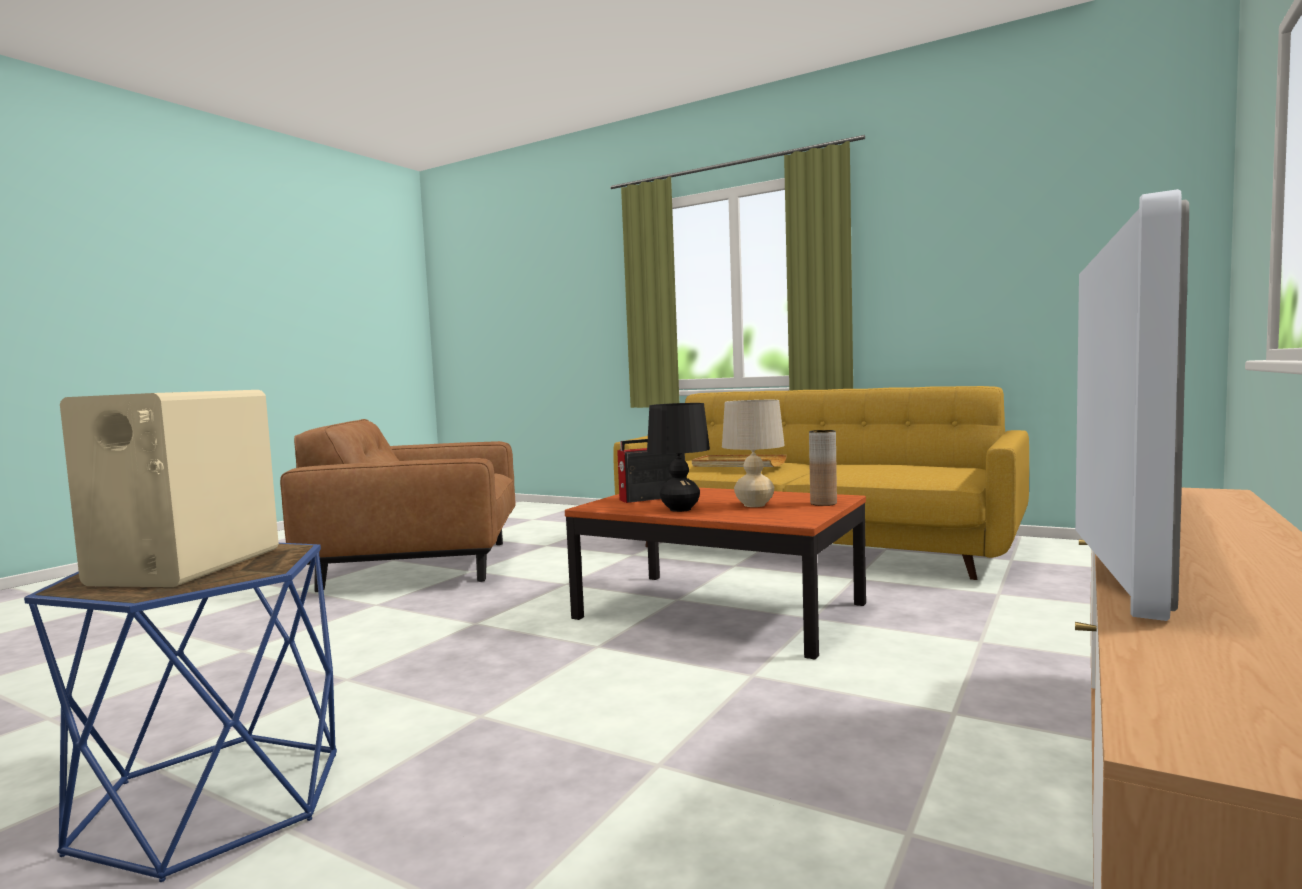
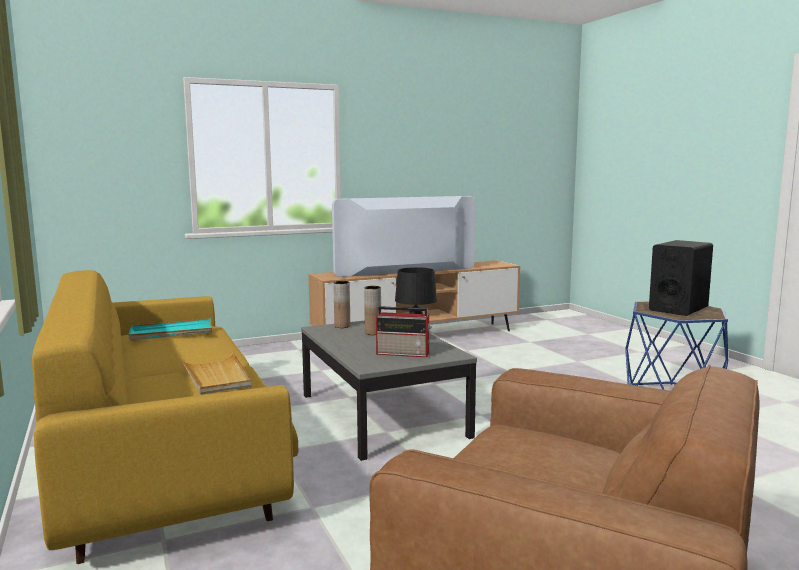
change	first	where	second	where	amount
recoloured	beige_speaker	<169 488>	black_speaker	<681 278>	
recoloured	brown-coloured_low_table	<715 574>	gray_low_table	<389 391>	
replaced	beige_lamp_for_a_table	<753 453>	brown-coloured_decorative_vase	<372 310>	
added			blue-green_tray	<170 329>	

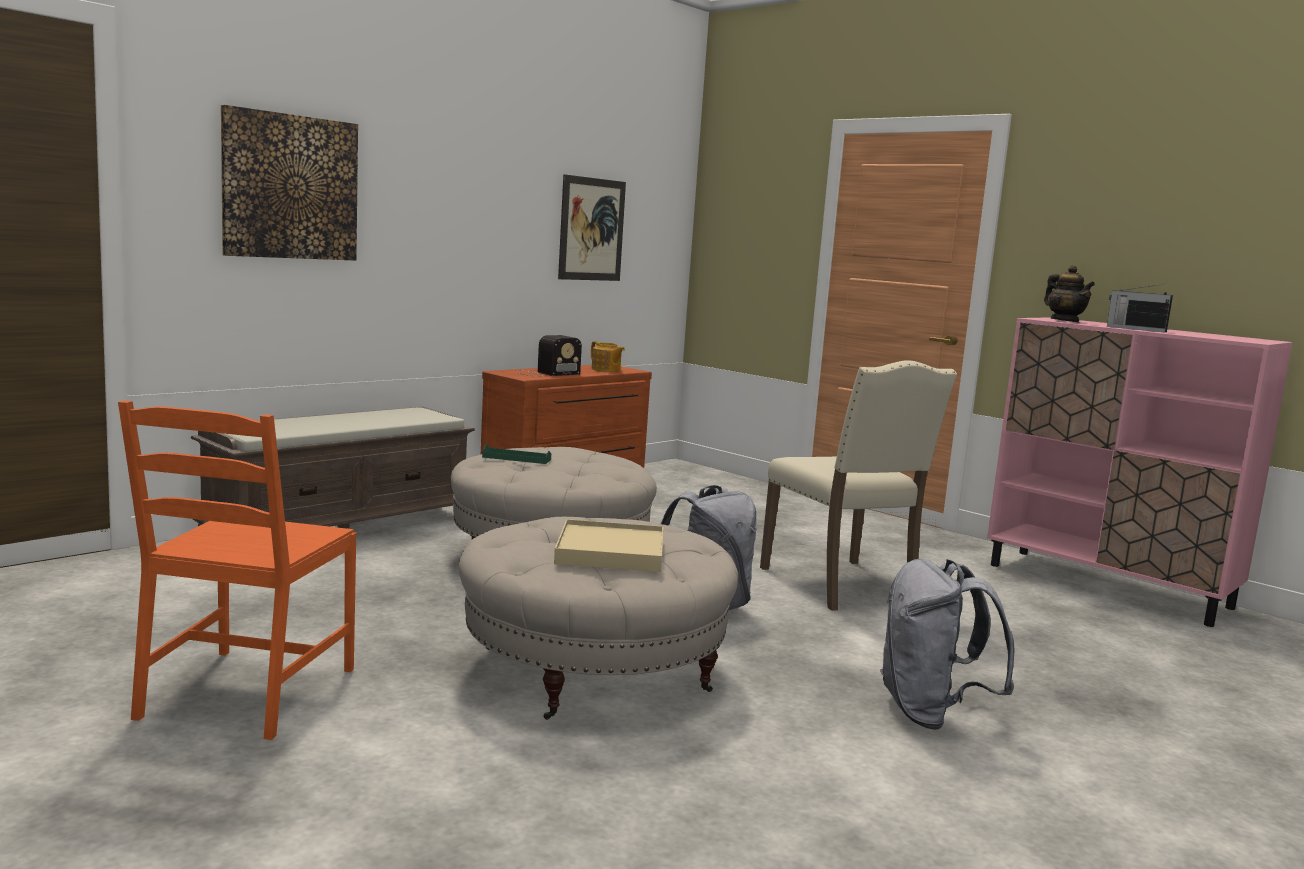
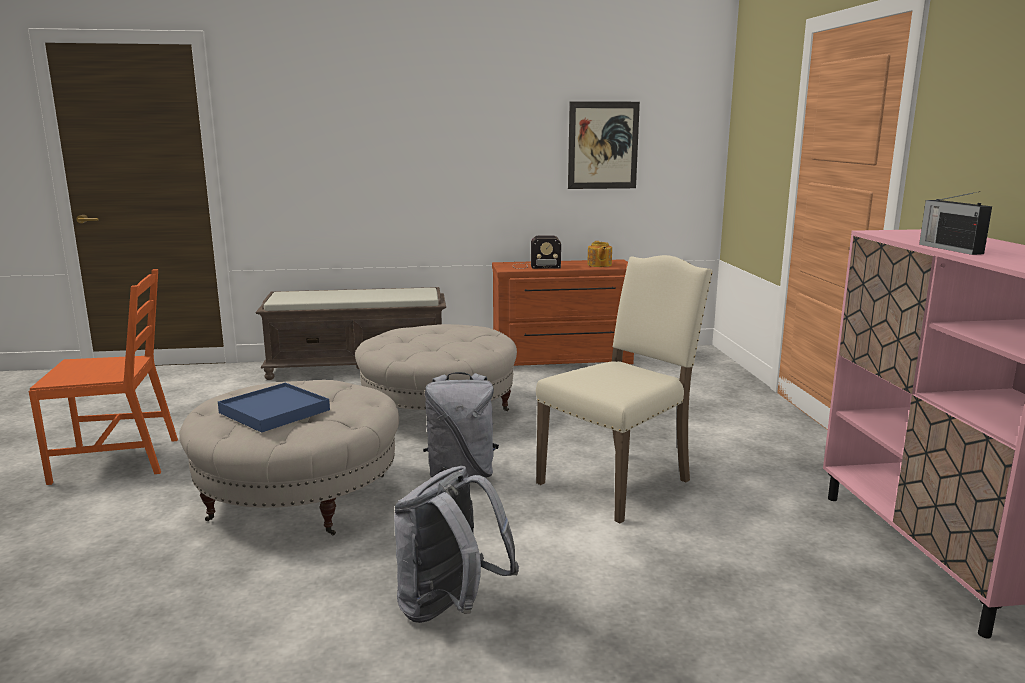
change	first	where	second	where	amount
turned	orangey_upright_chair	<237 570>		<103 377>	150 degrees counterclockwise
removed	wall_art	<289 183>			
removed	green-coloured_tray	<516 454>			
recoloured	beige_tray	<608 545>	blue_tray	<274 408>	
turned	beige_upright_chair	<858 485>		<624 389>	150 degrees counterclockwise
removed	teapot	<1069 294>			

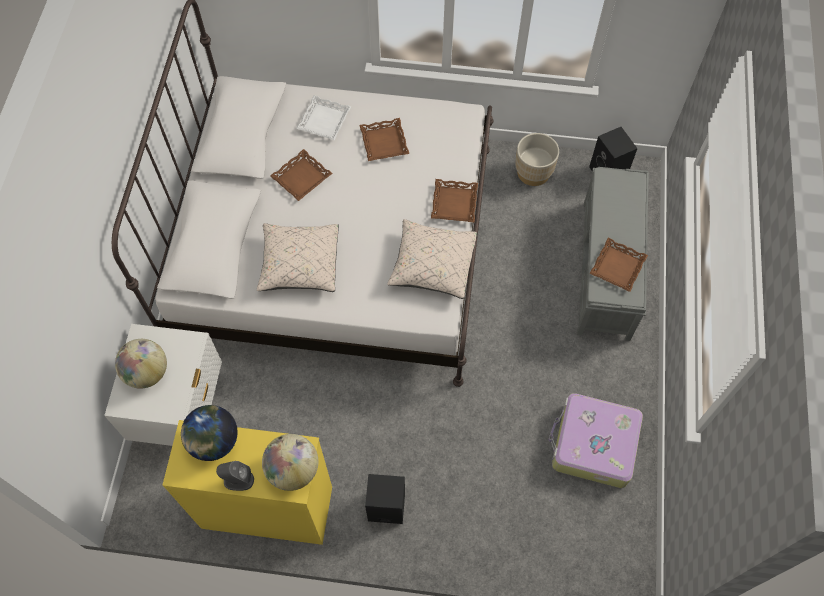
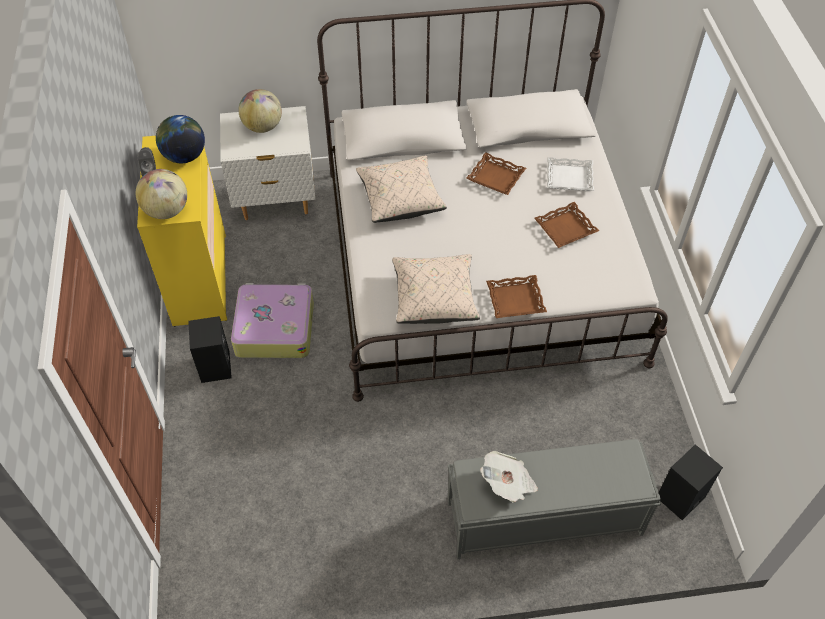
change	first	where	second	where	amount
removed	beige_flower_pot	<537 159>			
moved	suitcase	<595 440>		<272 320>	
replaced	brown-coloured_tray	<618 265>	newspaper	<509 476>	

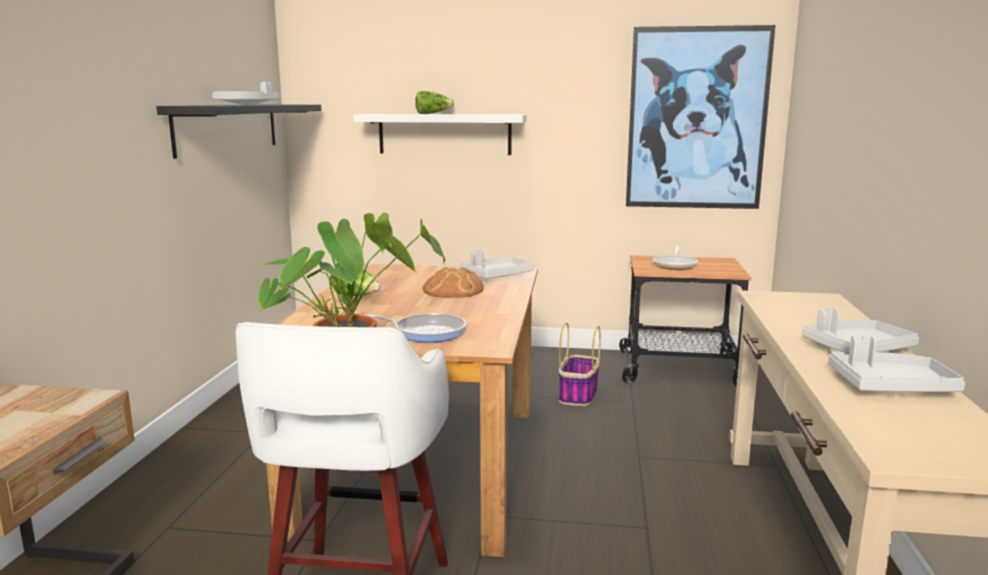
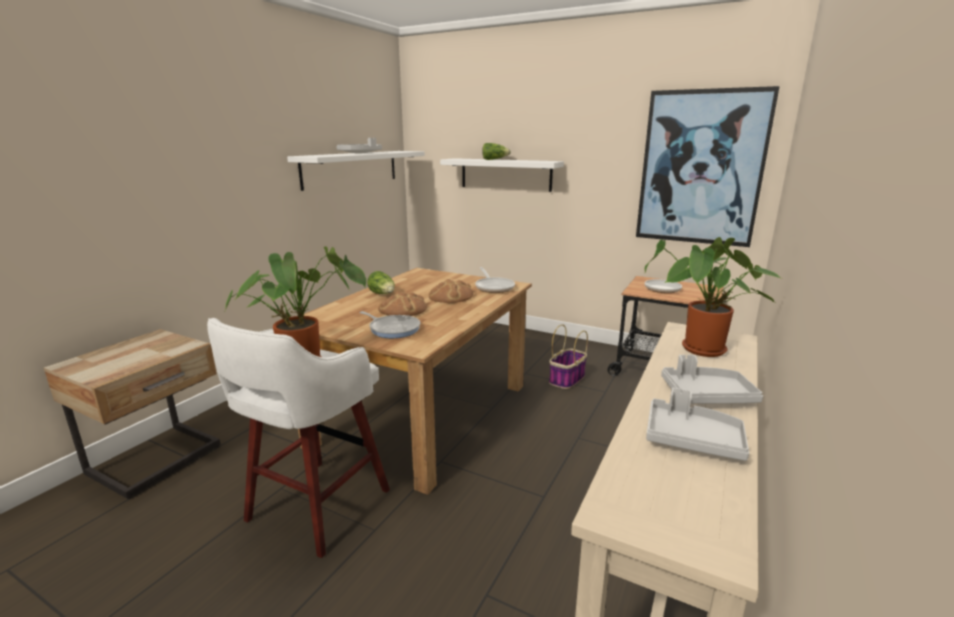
change	first	where	second	where	amount
recoloured	black_wall_shelf	<239 131>	whitish_wall_shelf	<356 171>	
replaced	gray_tray	<497 264>	frying_pan	<495 280>	
added			bread	<402 303>	
added			potted_plant	<713 297>	

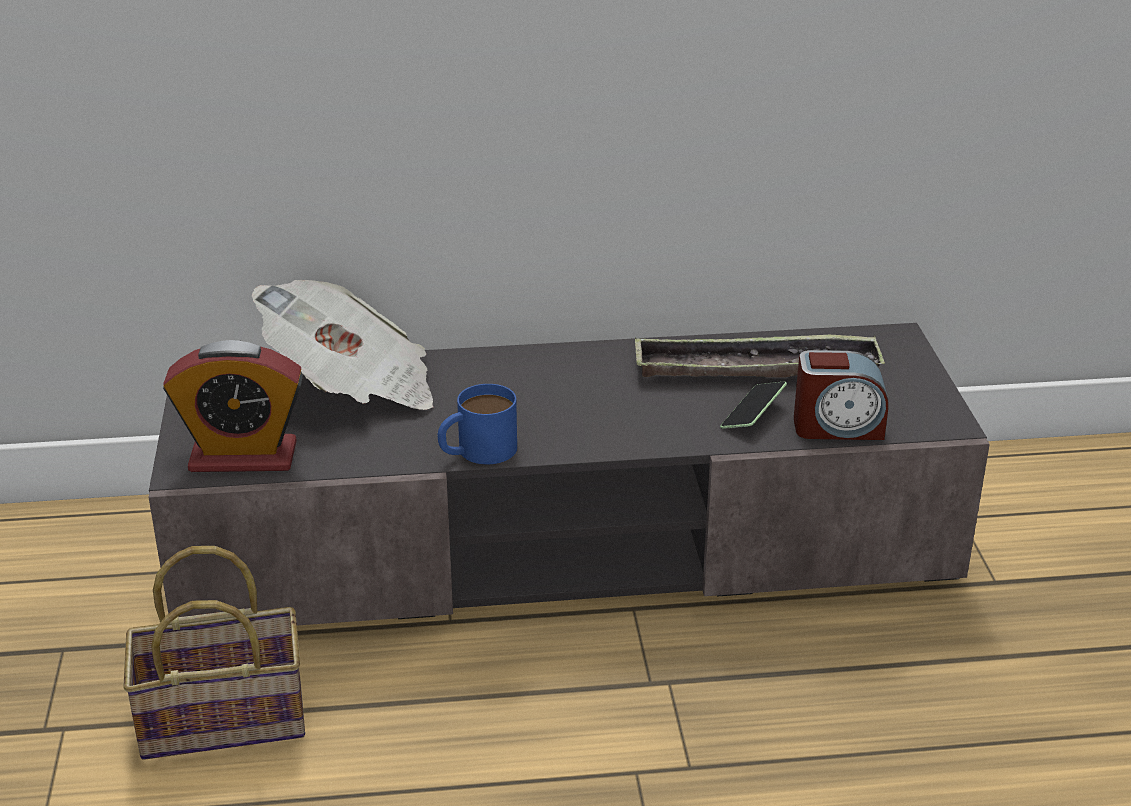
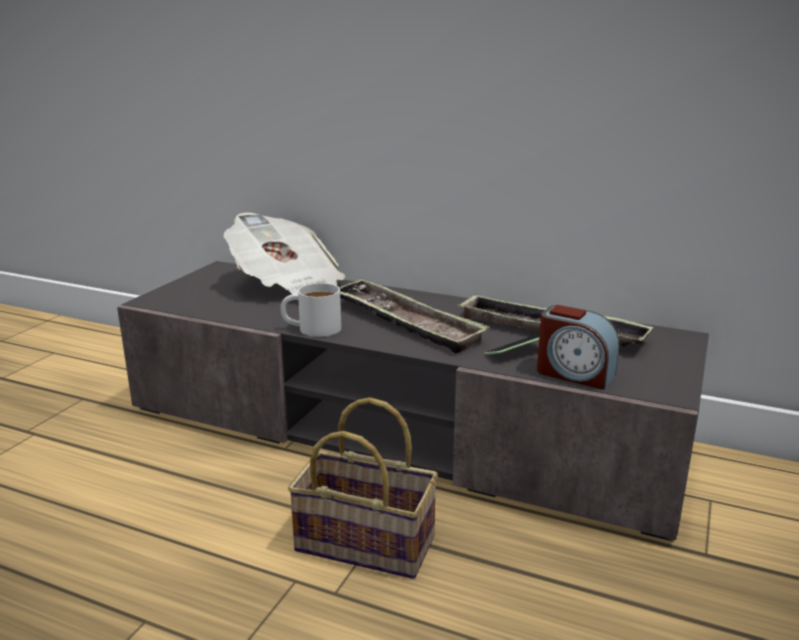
change	first	where	second	where	amount
moved	household_basket	<214 653>		<363 488>	
removed	alarm_clock	<233 406>			
recoloured	blue_coffee_mug	<477 424>	whitish_coffee_mug	<311 310>	
added			tray	<415 316>	

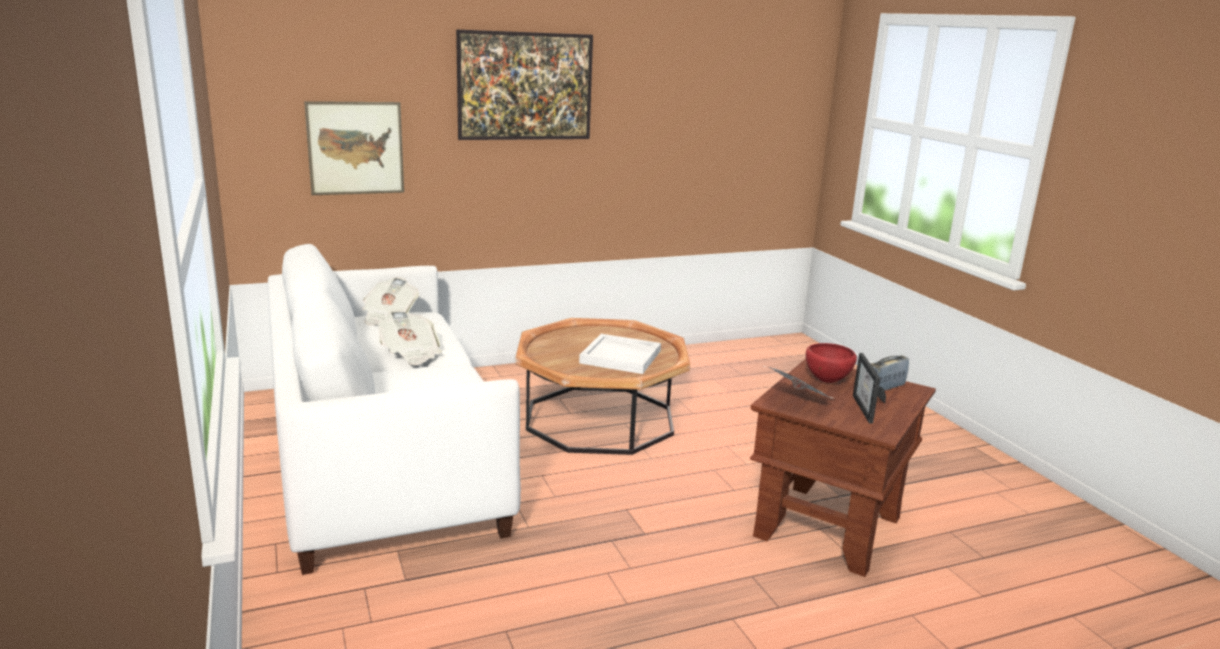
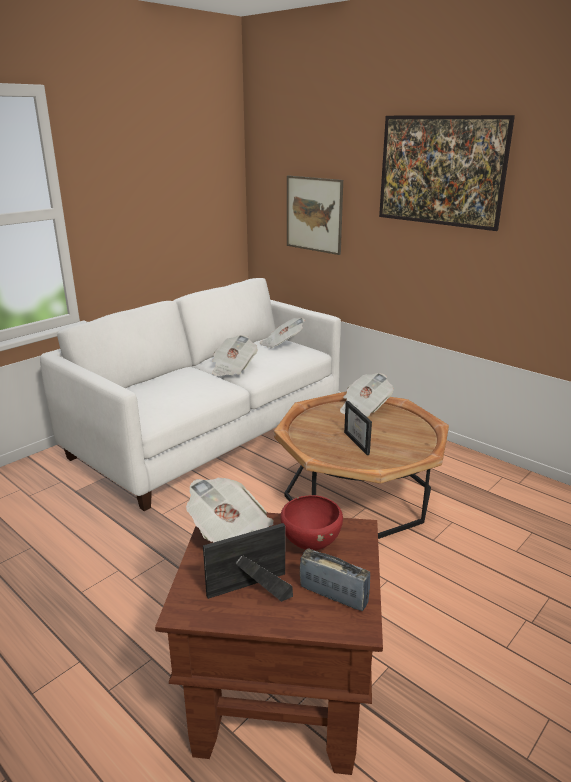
change	first	where	second	where	amount
replaced	whitish_tray	<620 354>	picture_frame	<358 428>	
added			newspaper	<366 395>	

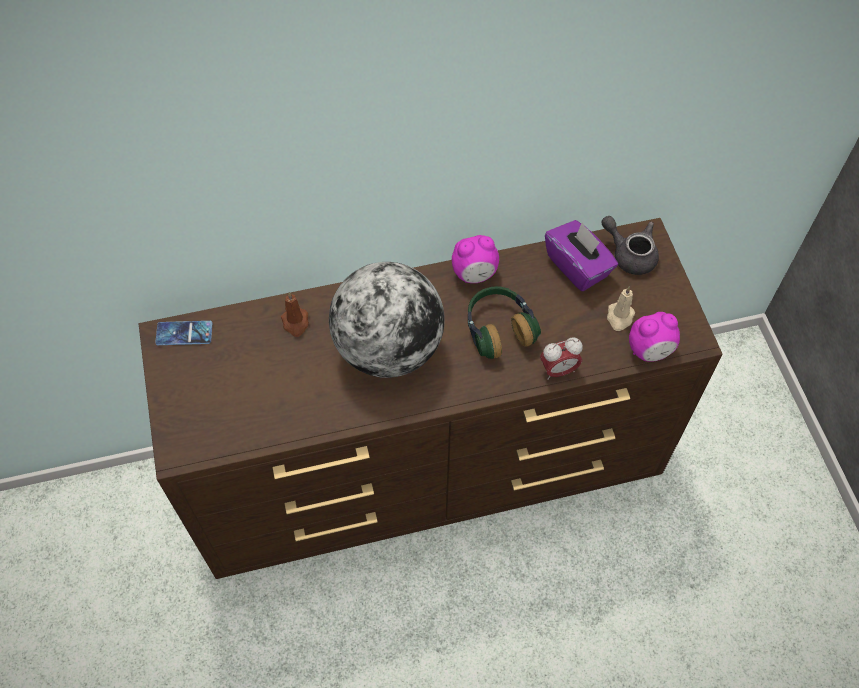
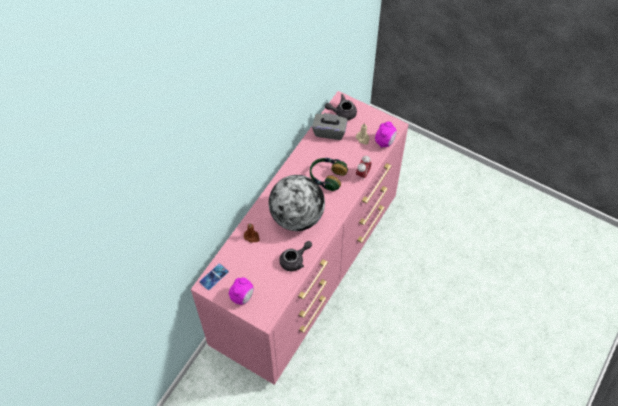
change	first	where	second	where	amount
recoloured	brown-coloured_dresser	<430 398>	pink_dresser	<300 238>	
moved	alarm_clock	<475 259>		<241 291>	
recoloured	purple-coloured_tissue_box	<581 255>	gray_tissue_box	<329 126>	
added			gray_teapot	<295 256>	

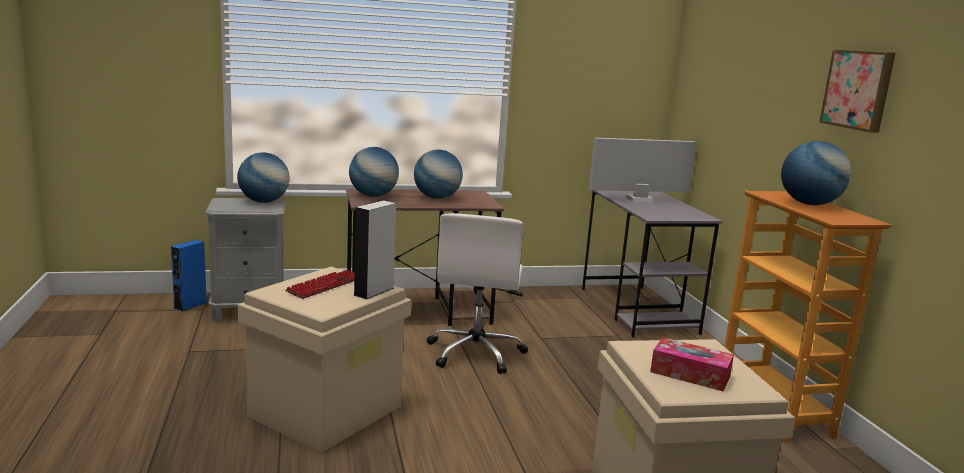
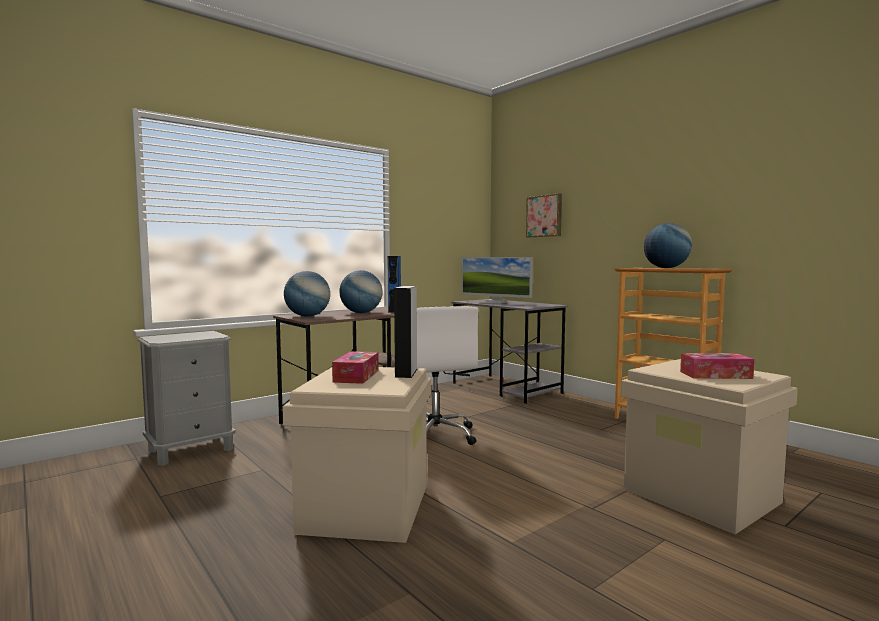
change	first	where	second	where	amount
moved	blue_speaker	<189 276>		<394 284>	
removed	world_globe	<263 177>			
replaced	keyboard	<319 284>	tissue_box	<355 367>	
turned	computer_screen	<642 170>		<497 280>	105 degrees counterclockwise
moved	wall_art	<857 91>		<544 215>	

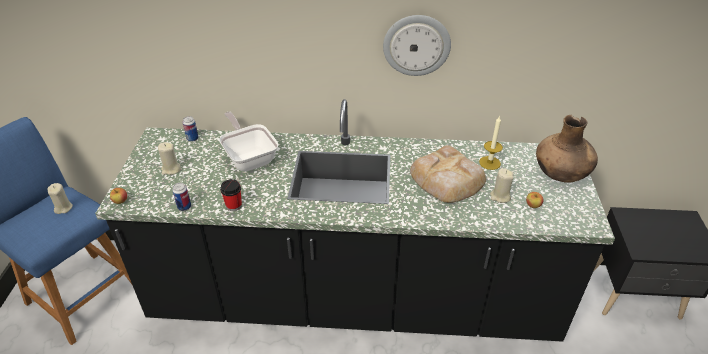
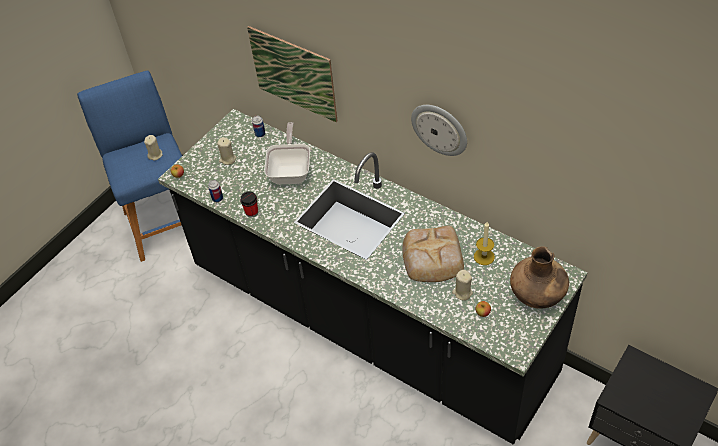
change	first	where	second	where	amount
added			wall_art	<292 74>	

